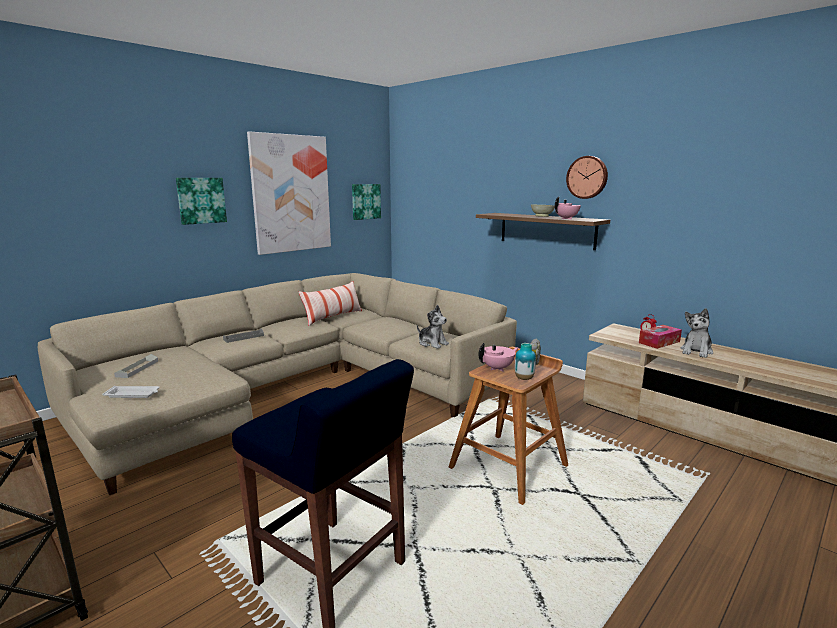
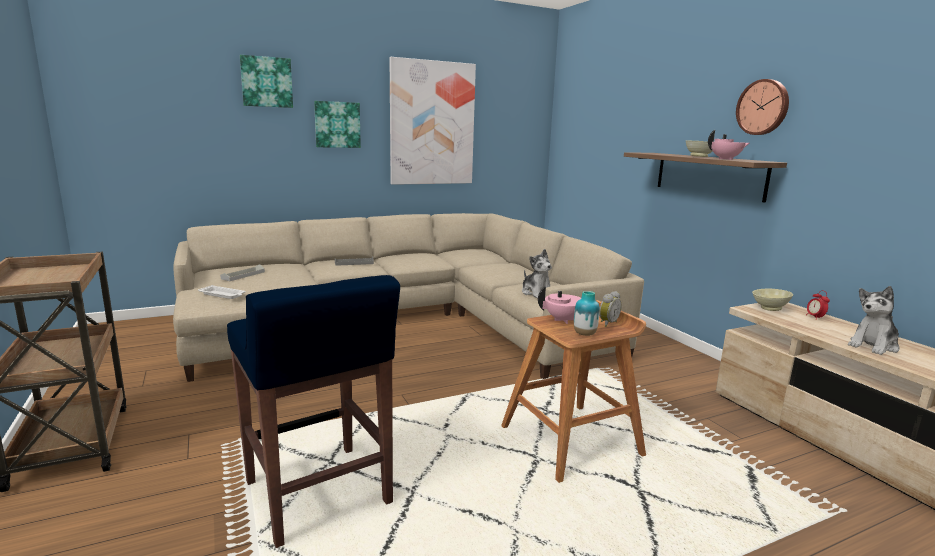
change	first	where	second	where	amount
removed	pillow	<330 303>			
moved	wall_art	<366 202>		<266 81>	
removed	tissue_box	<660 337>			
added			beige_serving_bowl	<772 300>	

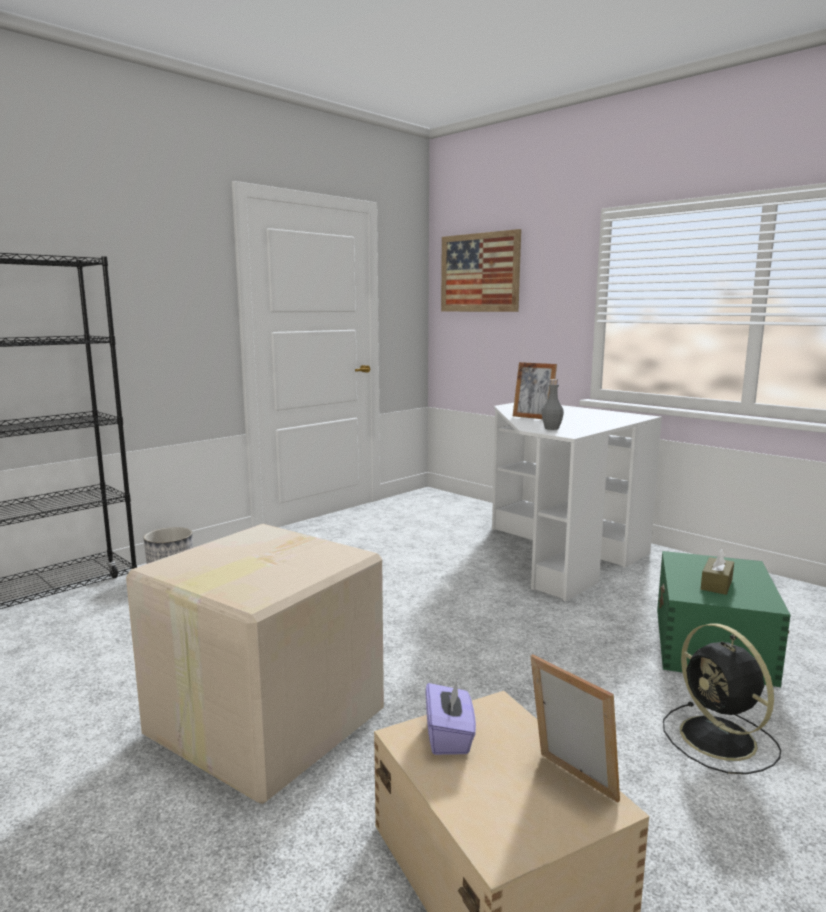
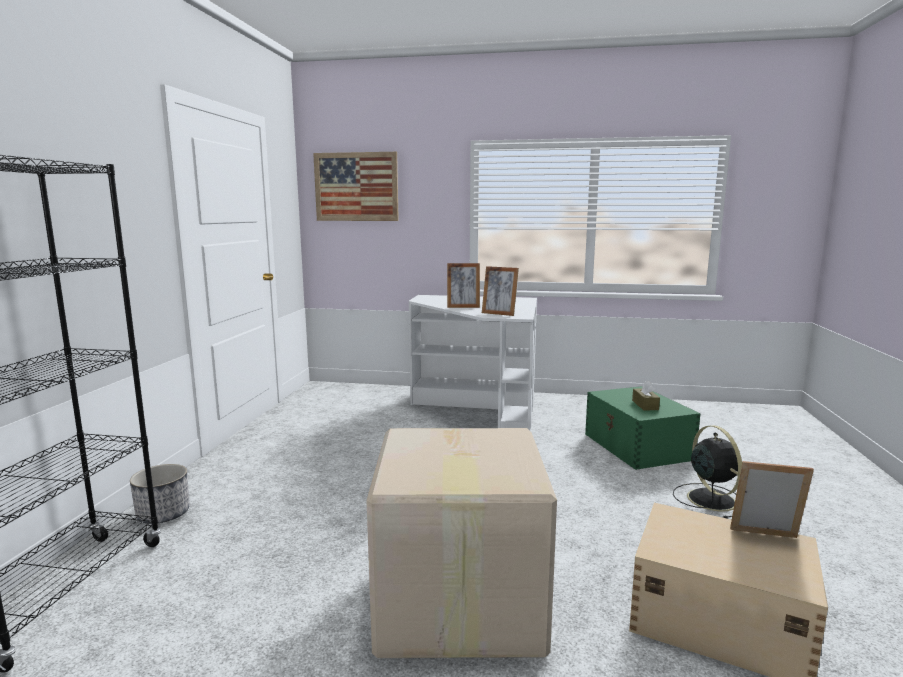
change	first	where	second	where	amount
removed	purple-coloured_tissue_box	<450 717>			
replaced	gray_drink_bottle	<552 404>	picture_frame	<500 291>	
turned	black_fan	<722 698>		<707 471>	135 degrees counterclockwise

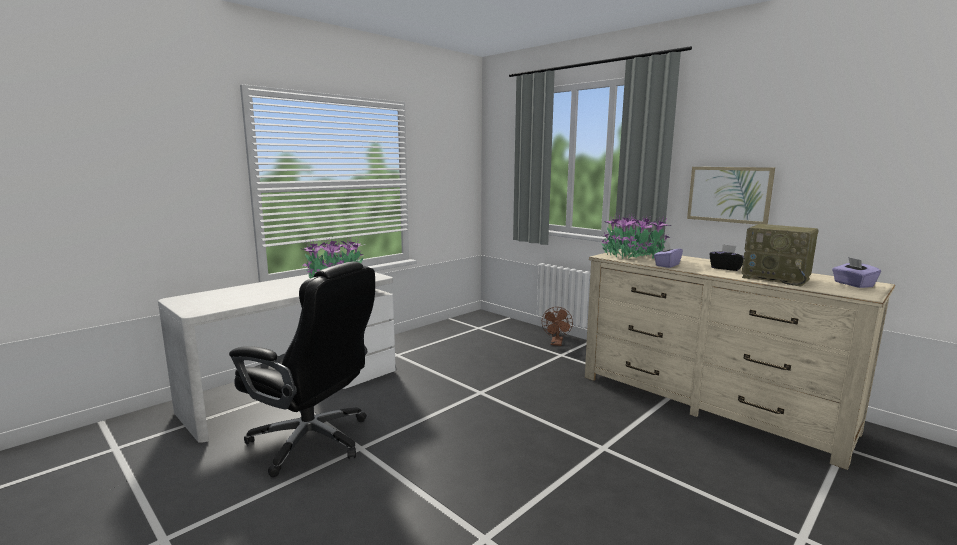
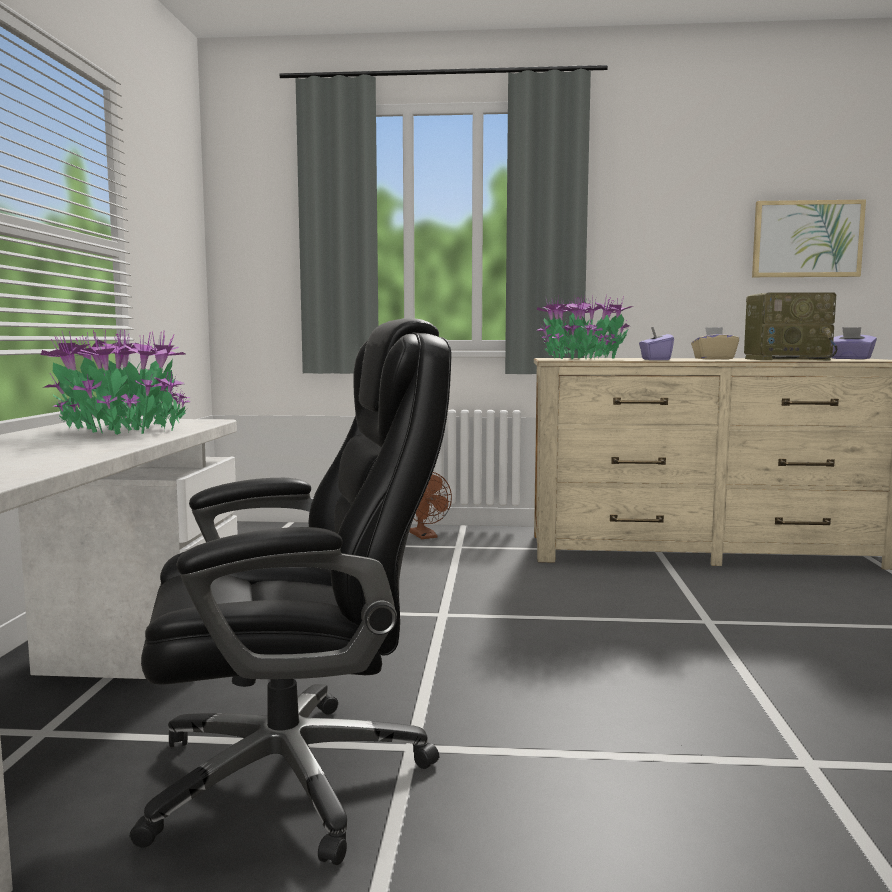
change	first	where	second	where	amount
moved	wall_art	<731 196>		<809 238>	
recoloured	black_tissue_box	<726 258>	beige_tissue_box	<715 343>	

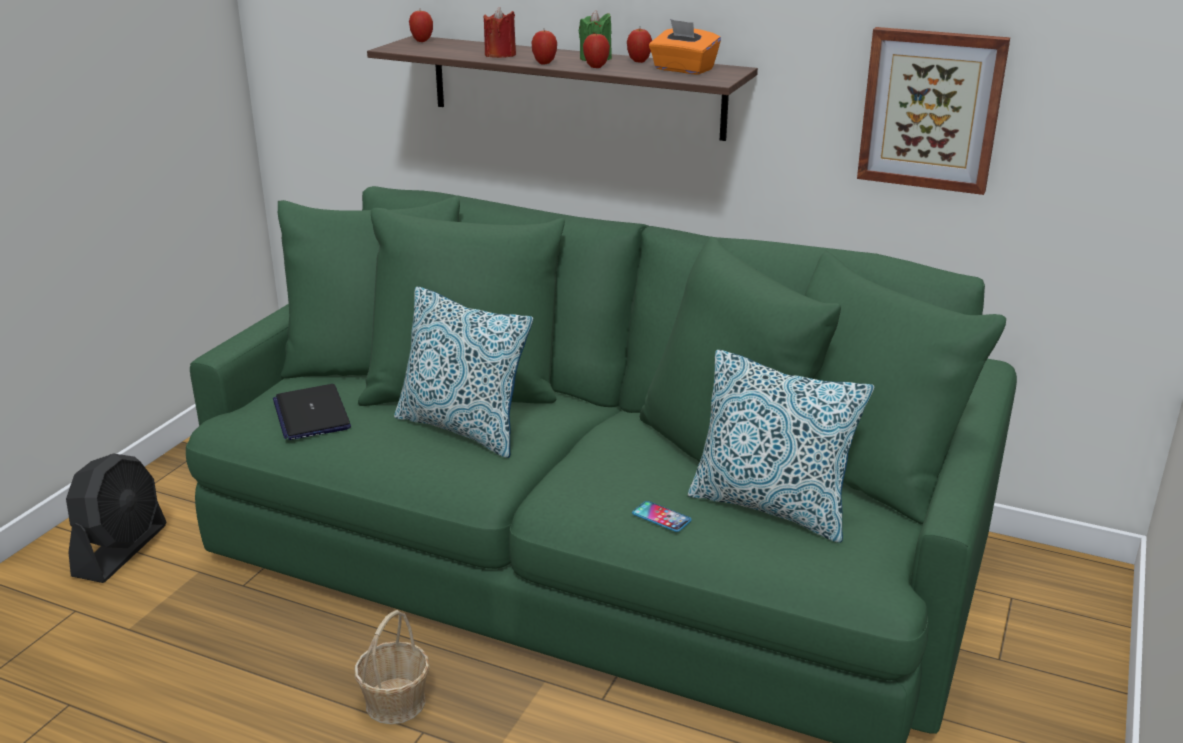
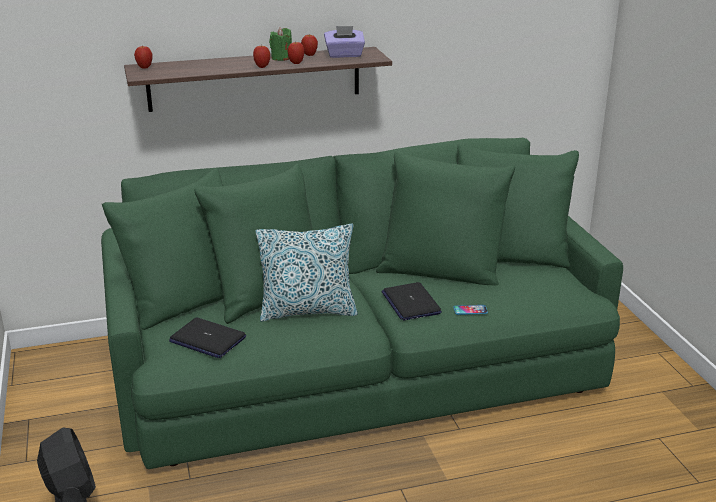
change	first	where	second	where	amount
removed	household_basket	<392 667>			
removed	red_wax_candle	<500 32>			
recoloured	orangey_tissue_box	<685 47>	purple-coloured_tissue_box	<344 42>	
removed	pillow	<781 446>			
removed	wall_art	<933 111>			
added			laptop	<411 301>	

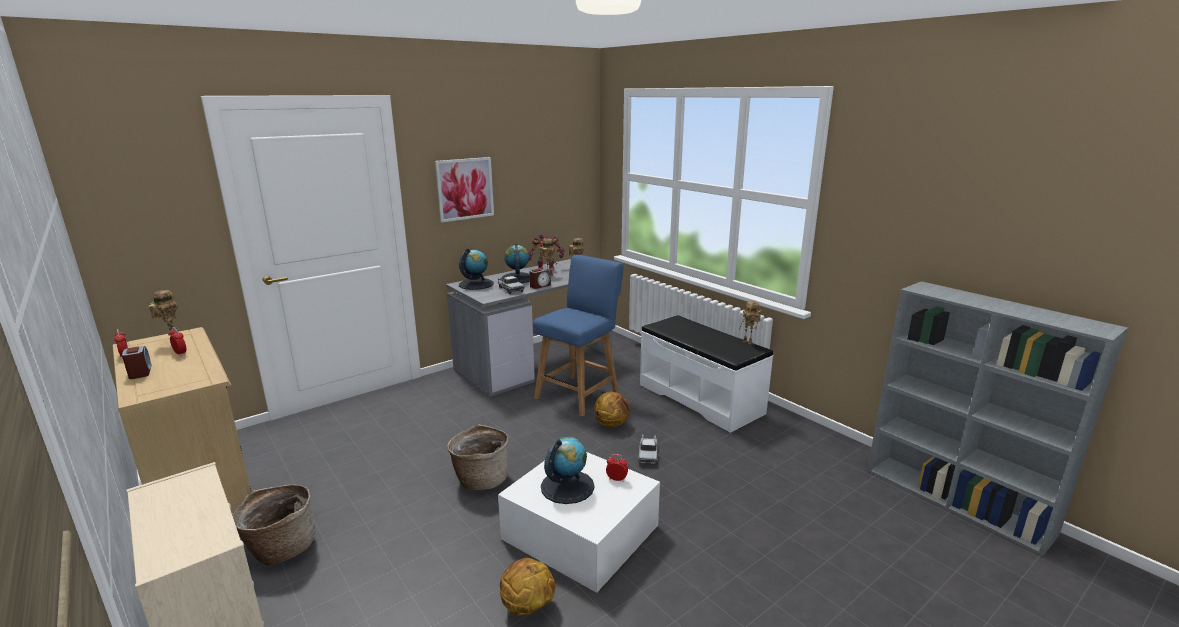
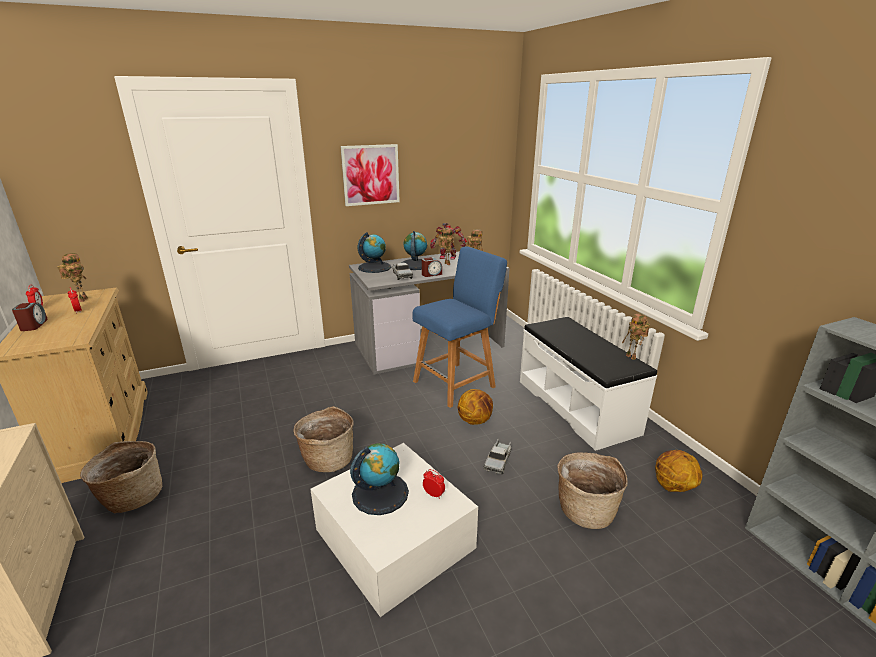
change	first	where	second	where	amount
moved	ball_for_basketball	<527 587>		<678 471>	
added			household_basket	<592 491>	

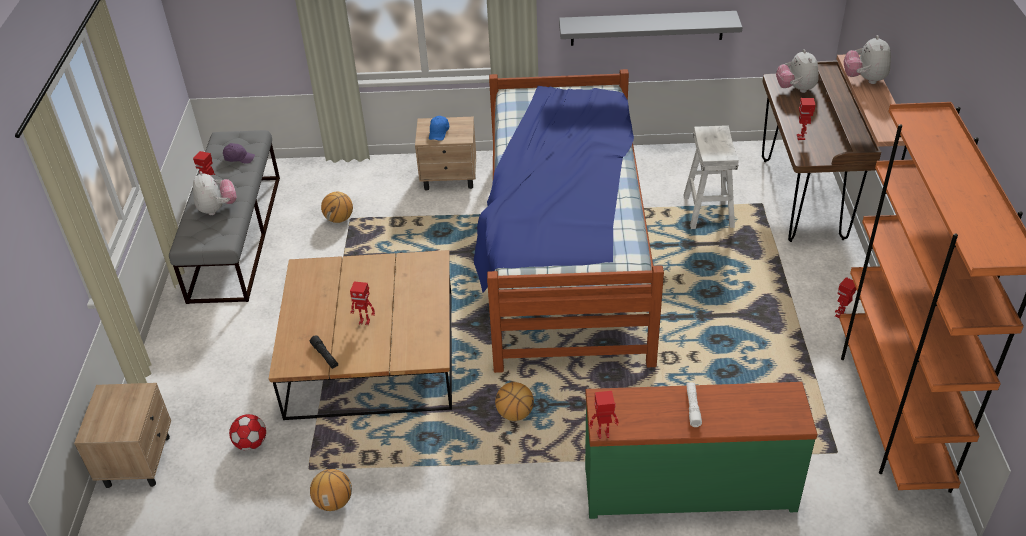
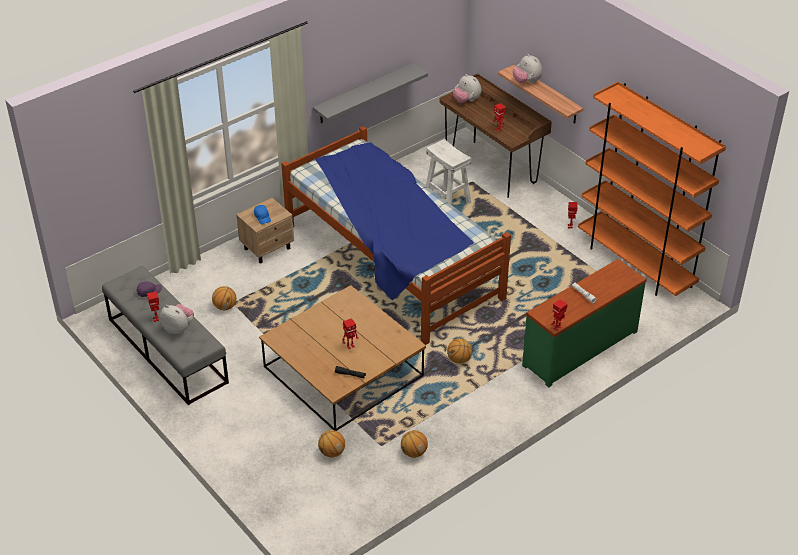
change	first	where	second	where	amount
removed	beige_night_table	<122 435>			
replaced	ball_for_football	<247 432>	ball_for_basketball	<331 444>	

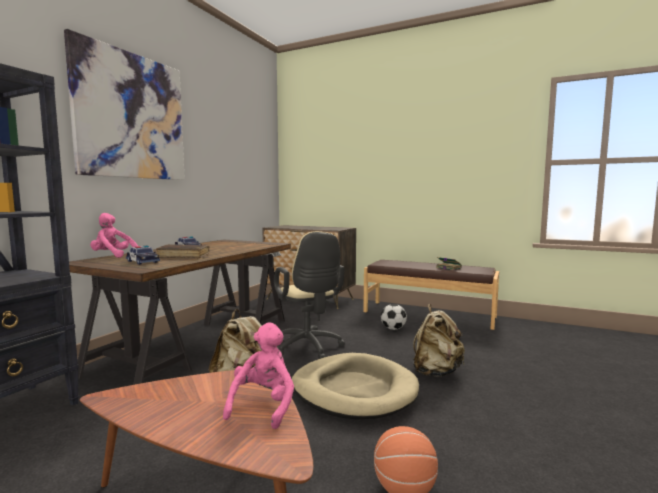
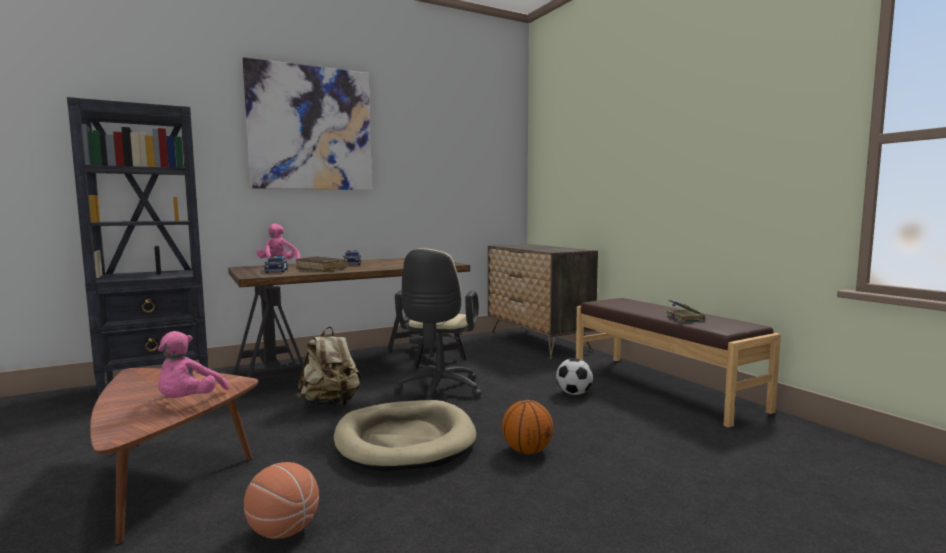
change	first	where	second	where	amount
turned	pink_soft_toy	<258 375>		<193 364>	135 degrees clockwise
replaced	beige_backpack	<439 340>	ball_for_basketball	<527 427>	

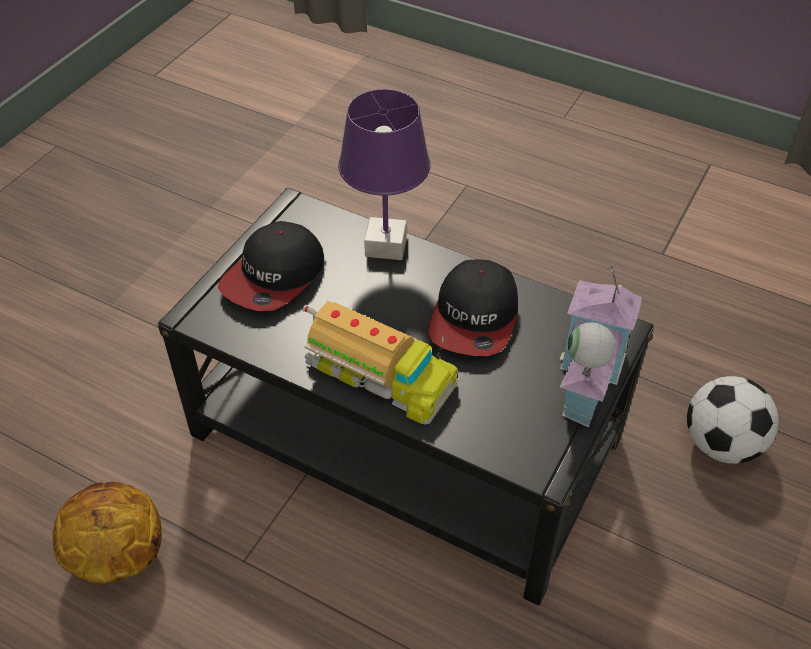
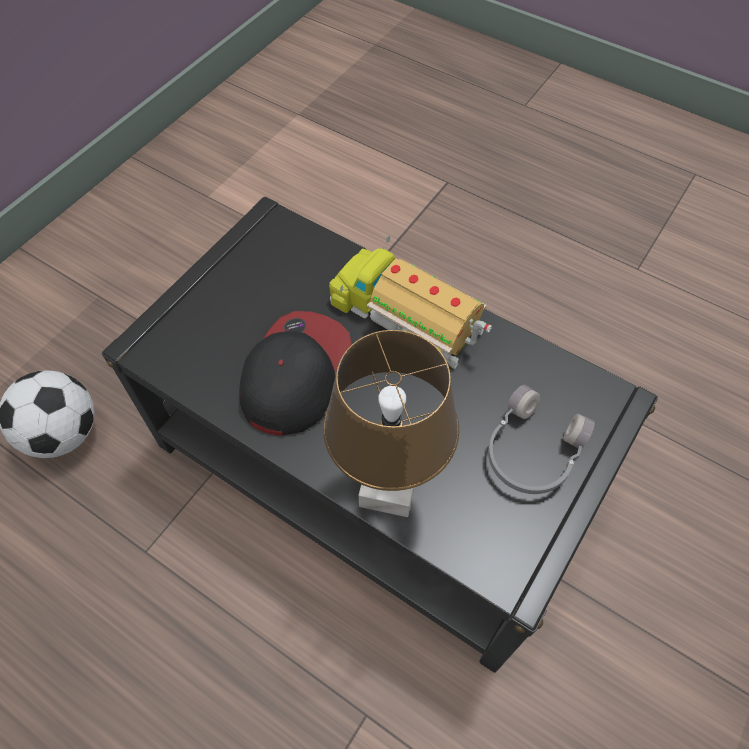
change	first	where	second	where	amount
removed	ball_for_basketball	<107 533>			
replaced	peaked_cap	<271 266>	gray_pair_of_headphones	<541 439>	
recoloured	purple-coloured_lamp_for_a_table	<384 174>	brown-coloured_lamp_for_a_table	<391 423>	
removed	toy_house	<601 344>			

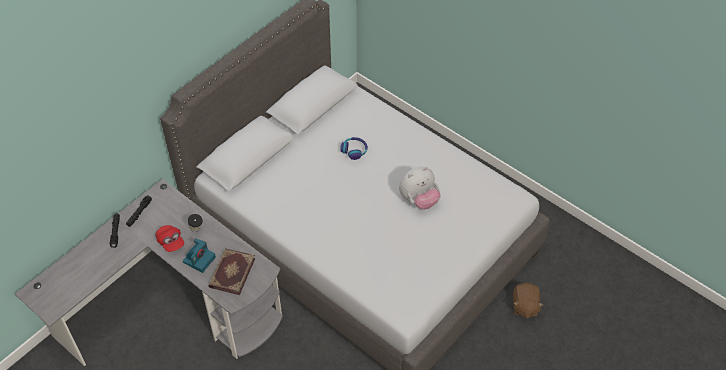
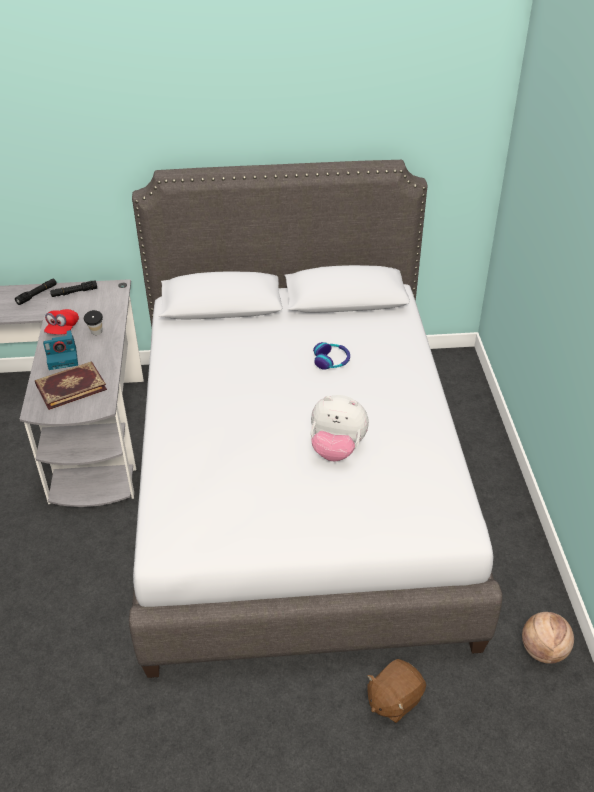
change	first	where	second	where	amount
added			ball_for_basketball	<548 638>	

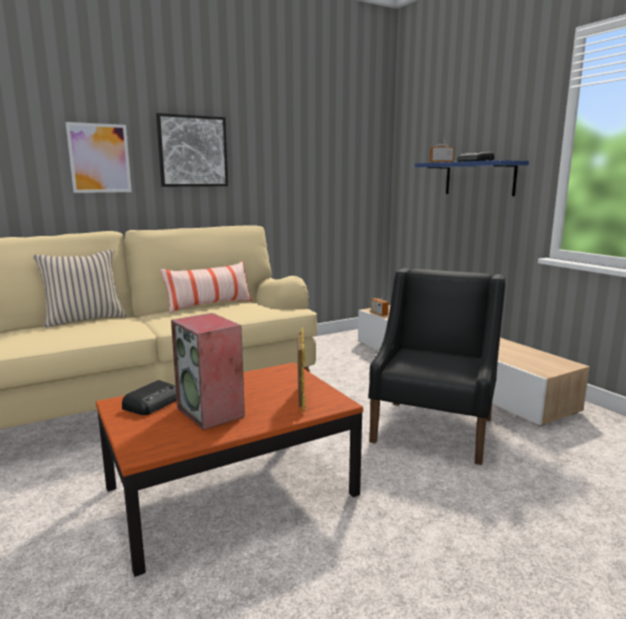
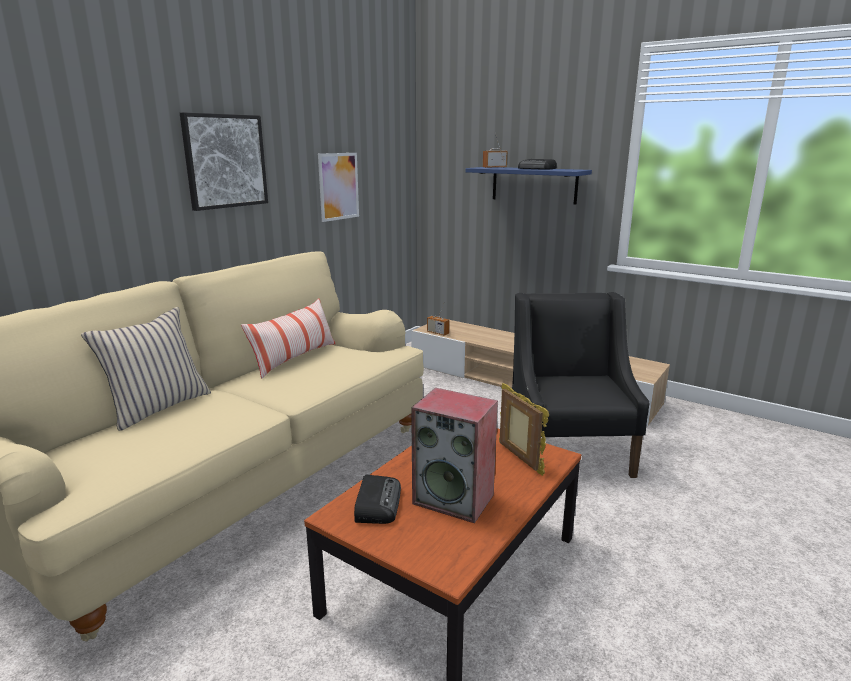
change	first	where	second	where	amount
moved	wall_art	<99 157>		<338 187>	

